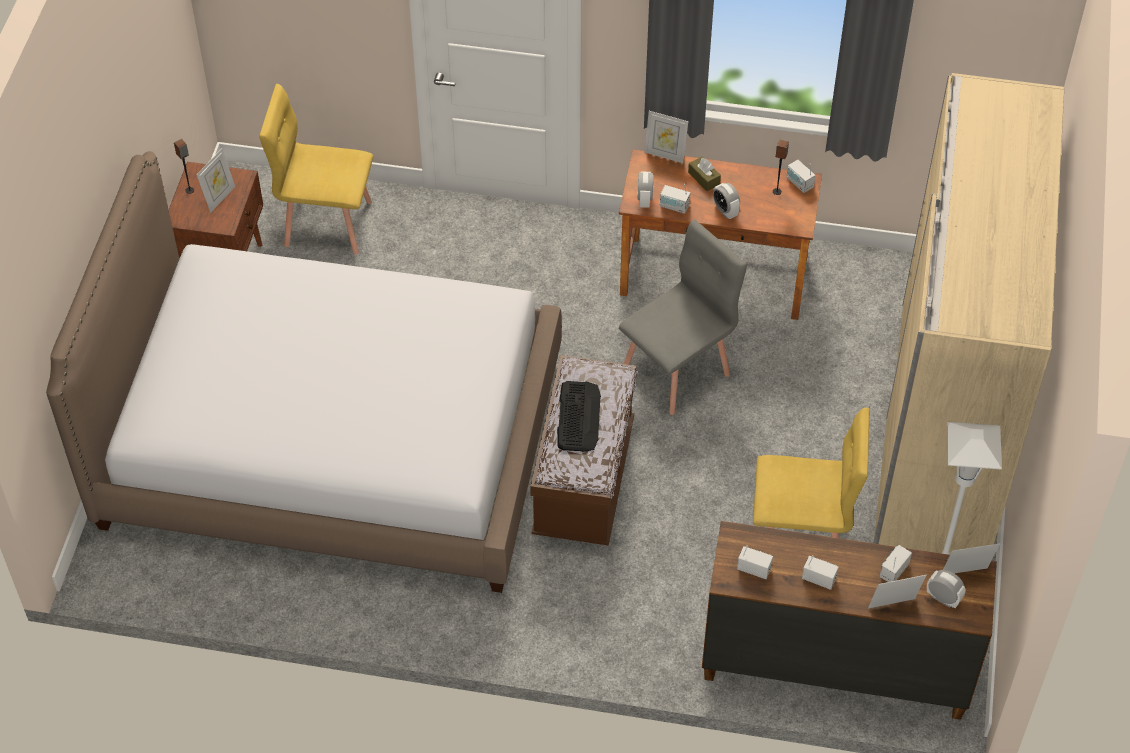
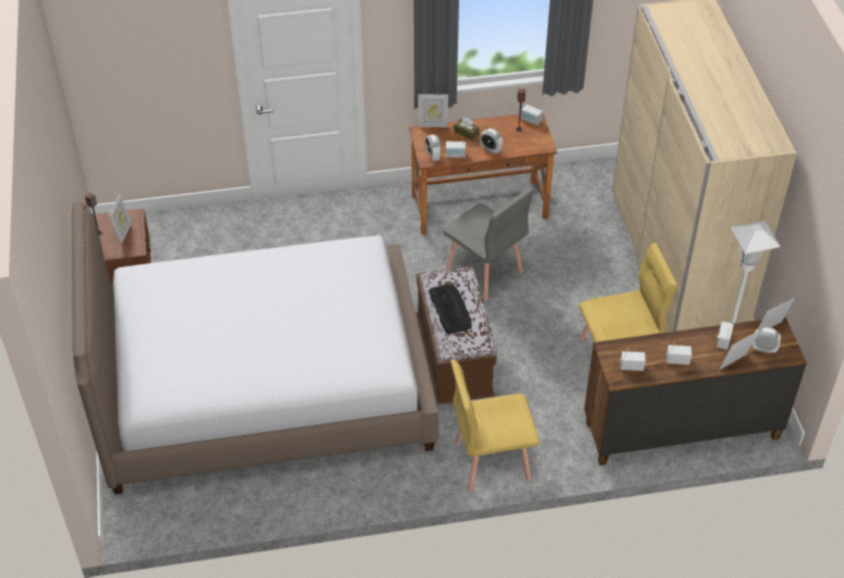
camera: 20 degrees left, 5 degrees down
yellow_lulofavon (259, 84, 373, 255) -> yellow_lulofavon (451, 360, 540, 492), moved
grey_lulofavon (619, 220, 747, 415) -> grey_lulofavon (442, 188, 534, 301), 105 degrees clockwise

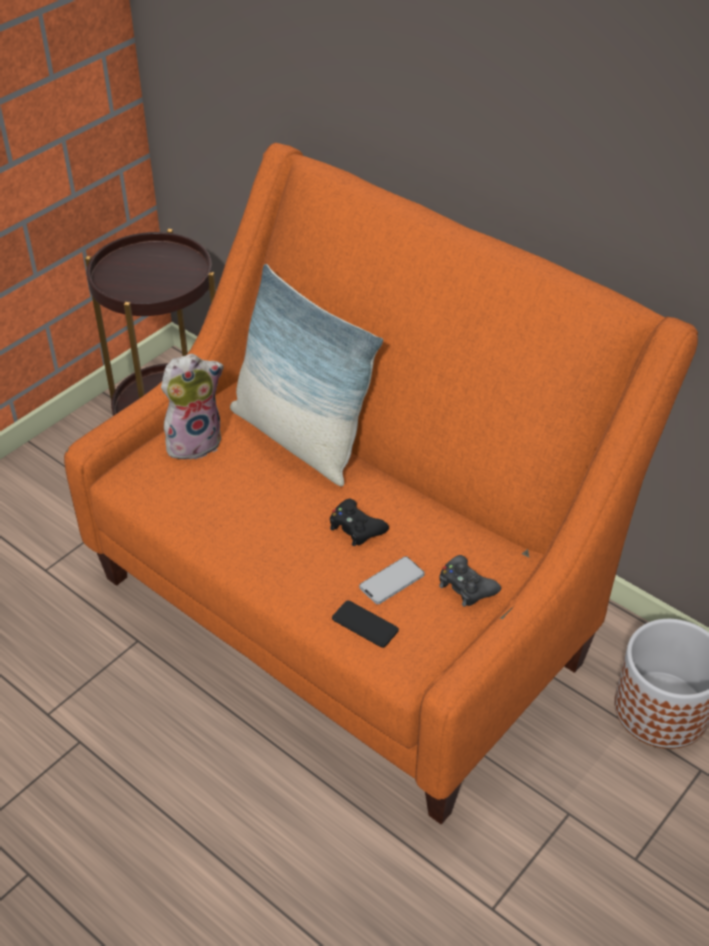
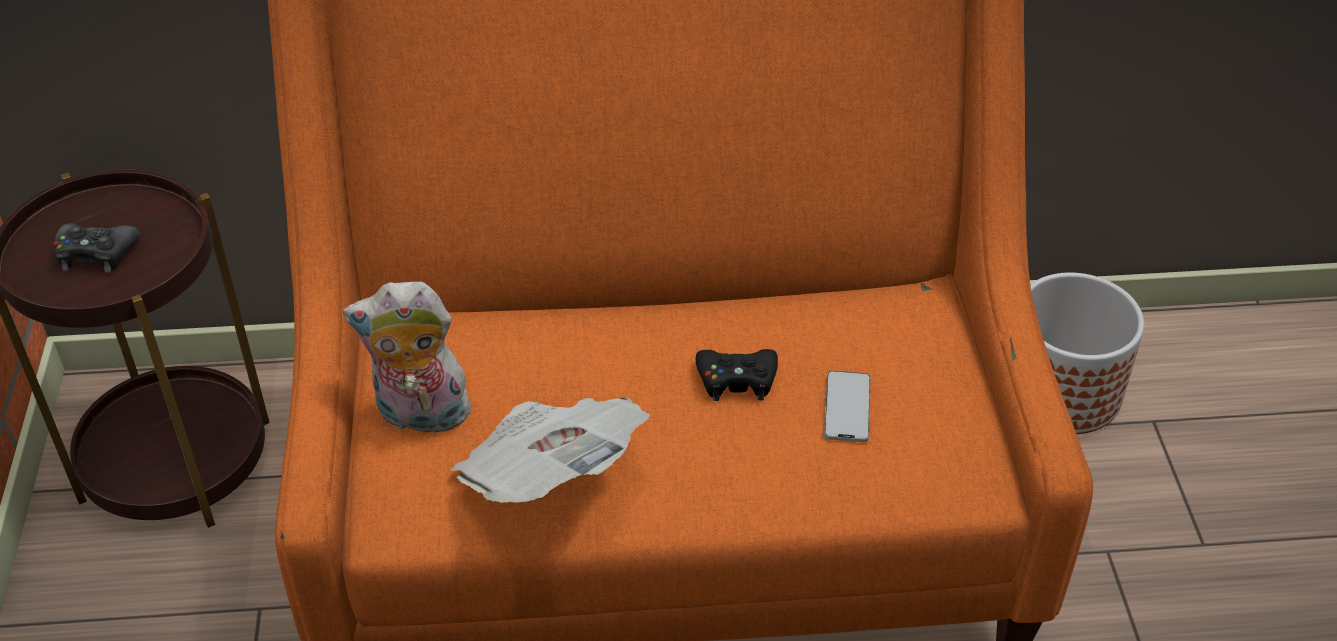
camera: 45 degrees left, 0 degrees up
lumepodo (230, 264, 383, 486) -> none
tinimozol (332, 600, 399, 648) -> none
none -> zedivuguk (451, 398, 650, 503)
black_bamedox (439, 555, 501, 607) -> black_bamedox (53, 223, 140, 273), moved
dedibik (161, 354, 224, 461) -> dedibik (343, 281, 474, 440), 105 degrees counterclockwise

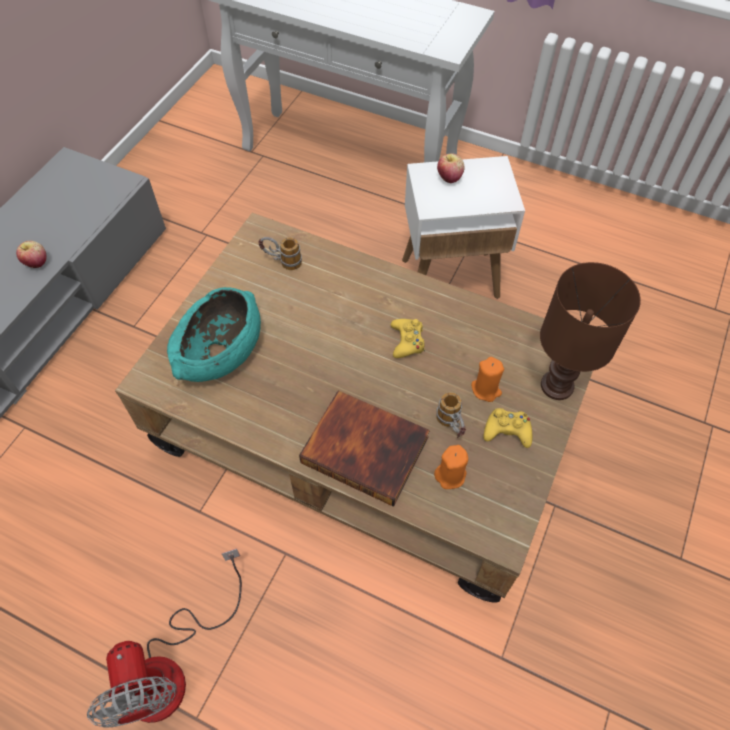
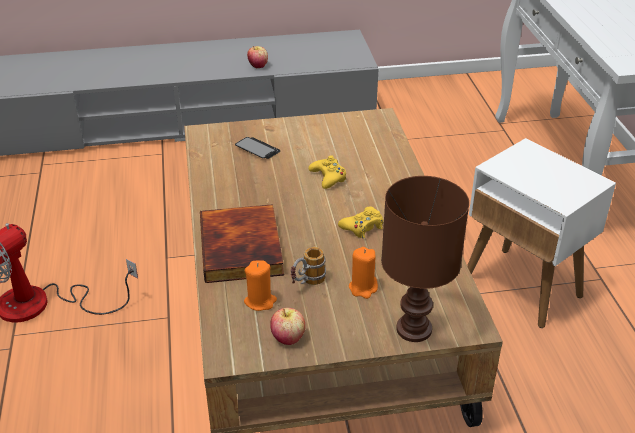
camera: 55 degrees right, 20 degrees down
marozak (258, 237, 302, 270) -> none
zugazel (437, 153, 465, 183) -> zugazel (270, 308, 305, 345), moved
yellow_bamedox (483, 408, 532, 448) -> yellow_bamedox (308, 155, 346, 189), moved
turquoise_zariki (167, 287, 261, 382) -> tinimozol (235, 137, 281, 159)

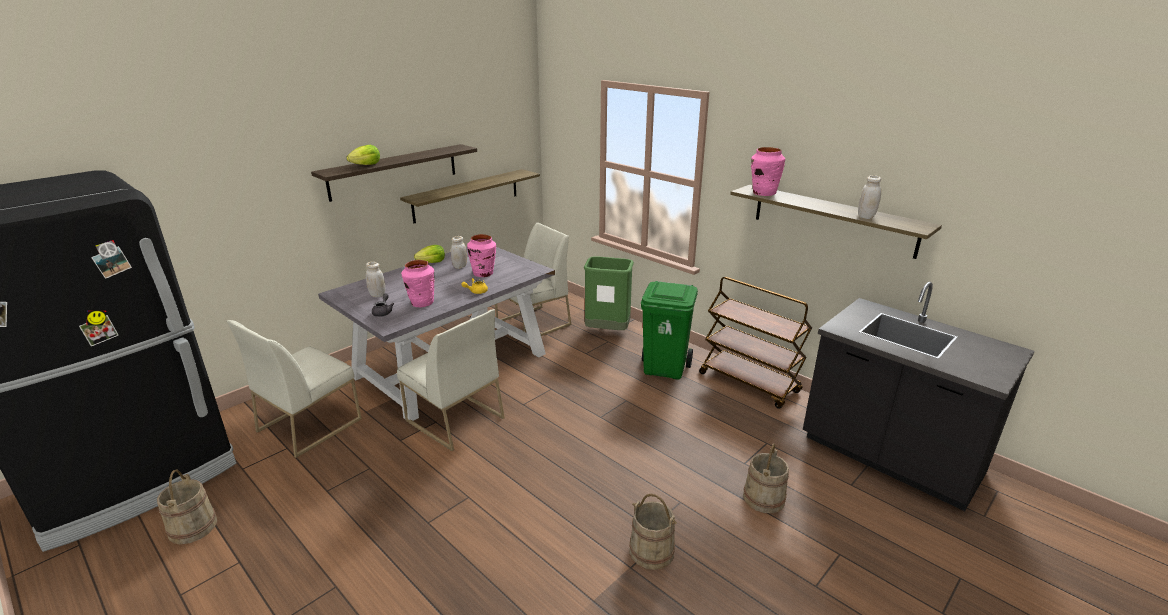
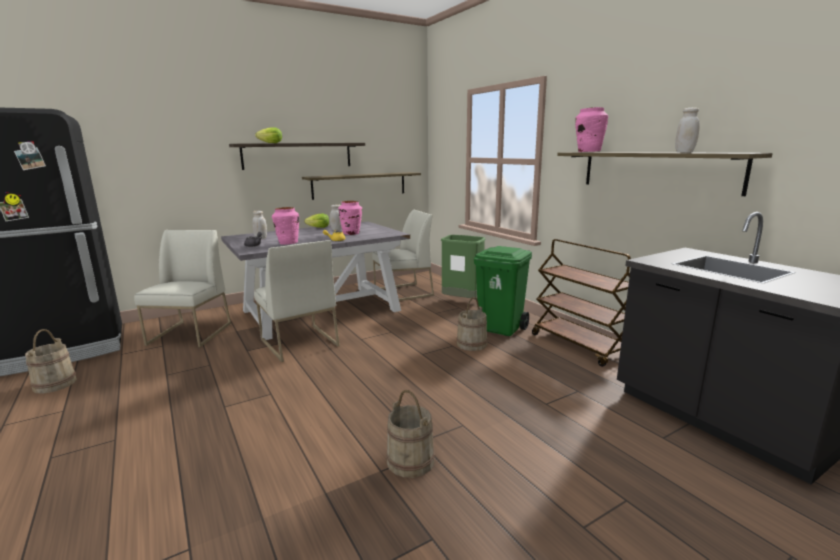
camera: 15 degrees right, 10 degrees down
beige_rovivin (743, 443, 789, 514) -> beige_rovivin (457, 297, 488, 351), moved
white_lulofavon (227, 320, 362, 458) -> white_lulofavon (134, 230, 231, 347), 135 degrees clockwise

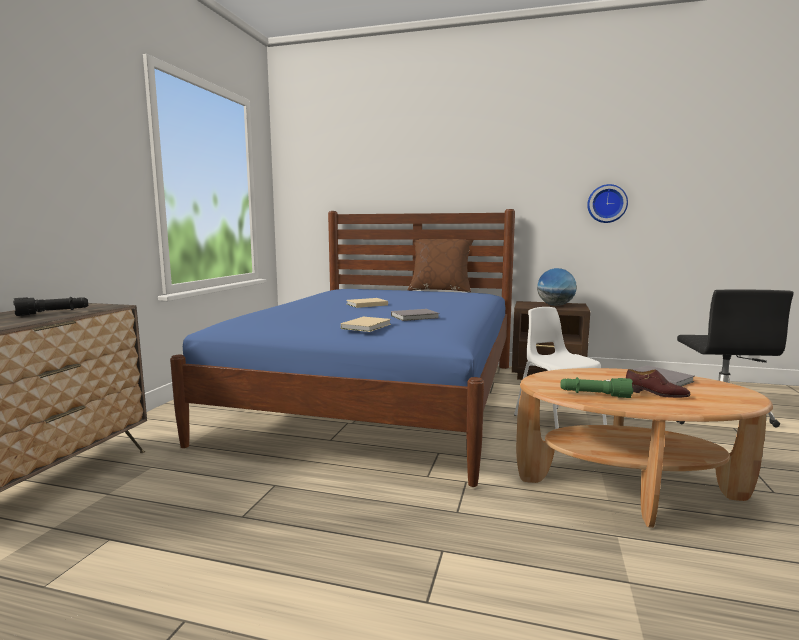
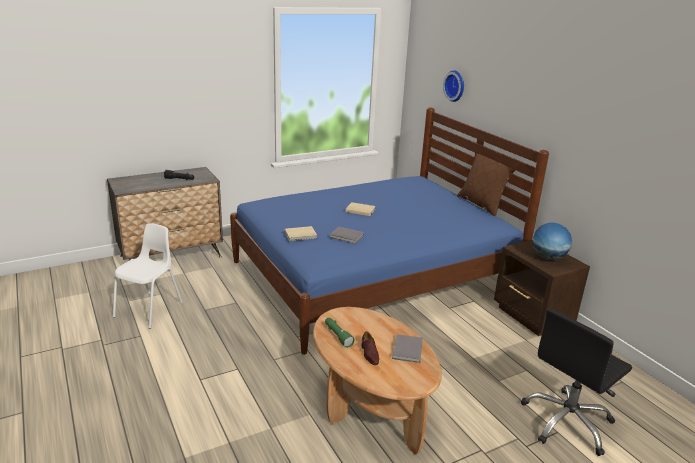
camera: 45 degrees right, 15 degrees up
white_lulofavon (514, 307, 607, 429) -> white_lulofavon (113, 223, 183, 329), moved
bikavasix (587, 184, 628, 223) -> bikavasix (443, 70, 464, 102), moved

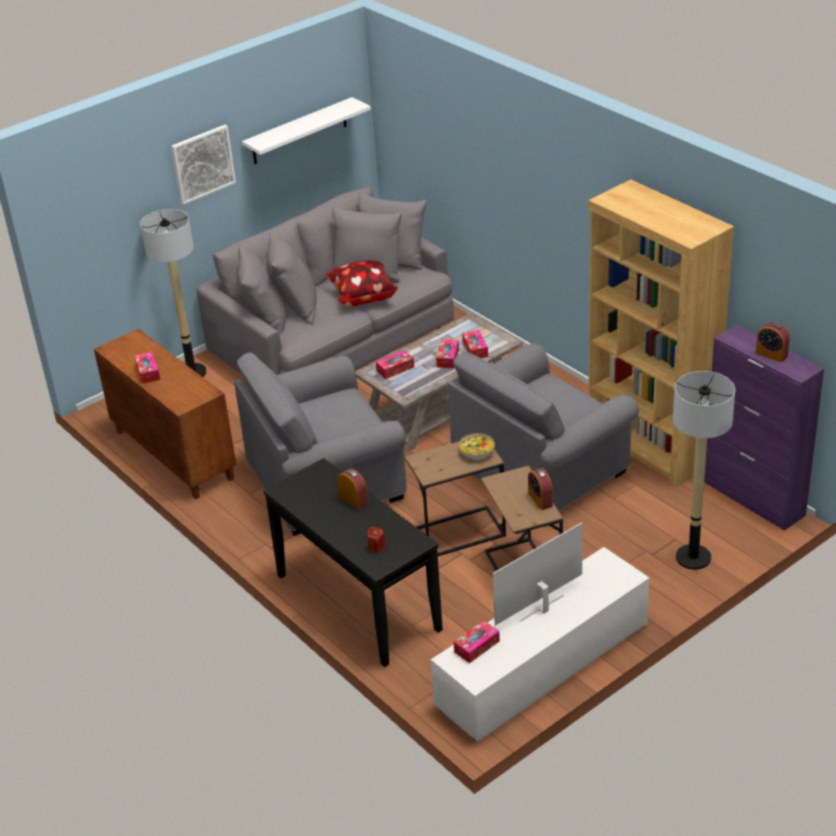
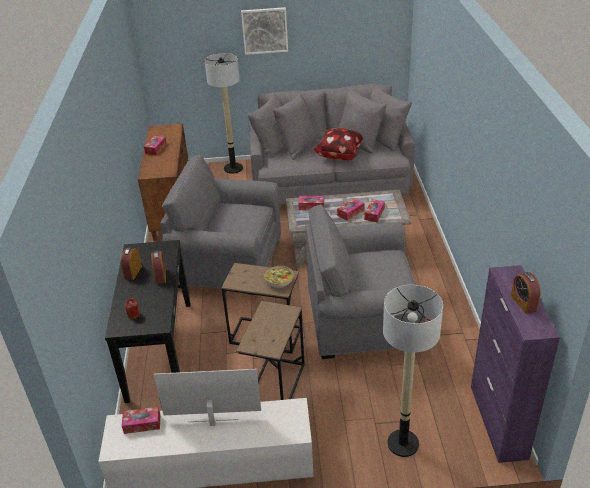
camera: 35 degrees right, 0 degrees up
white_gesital (242, 97, 371, 164) -> none
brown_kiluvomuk (588, 180, 734, 487) -> none
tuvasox (528, 468, 553, 510) -> tuvasox (121, 247, 142, 280), moved

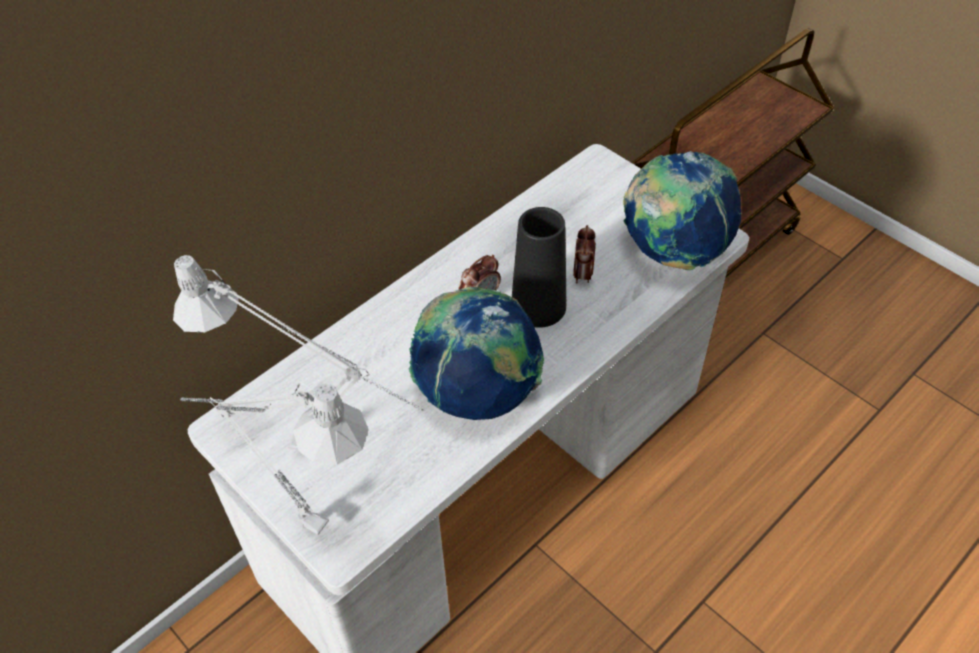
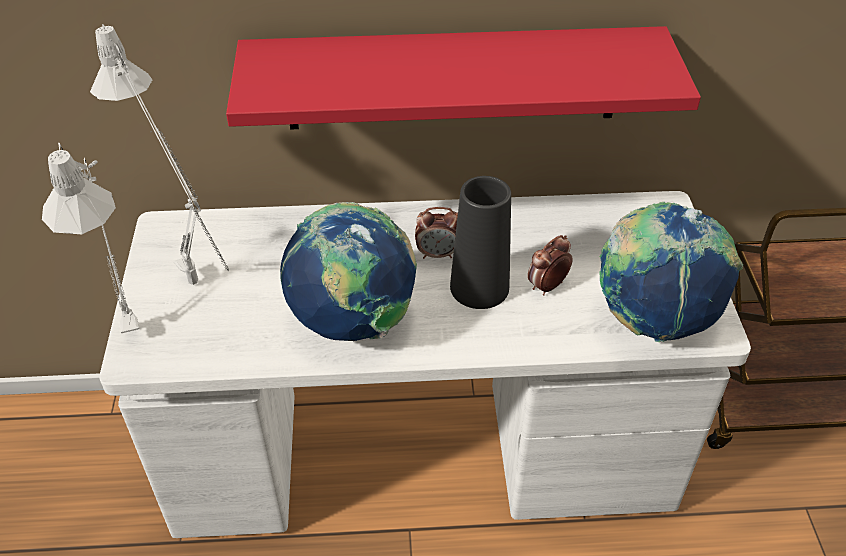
camera: 40 degrees right, 5 degrees down
none -> red_gesital (226, 26, 701, 129)

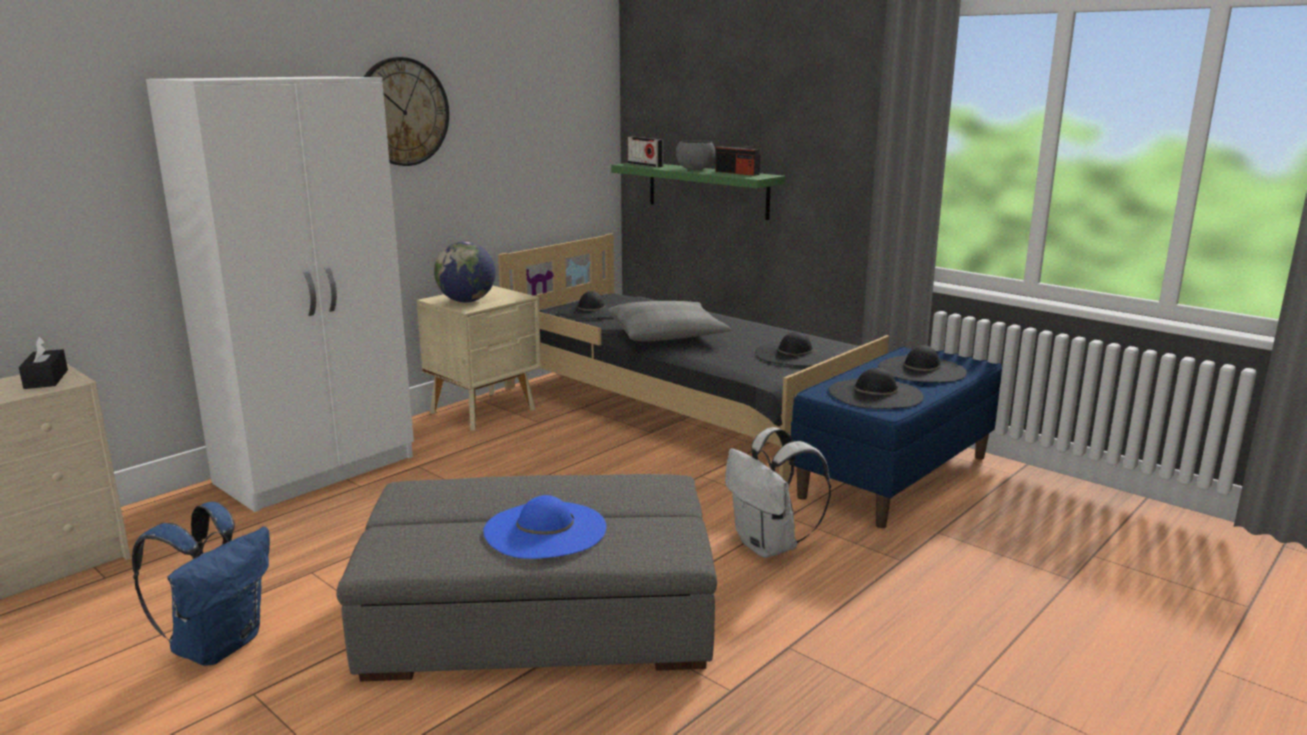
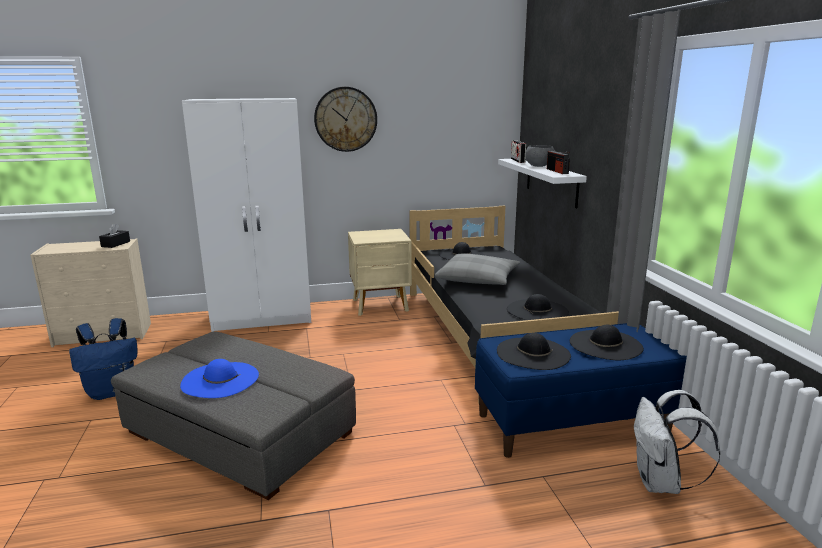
camera: 35 degrees right, 0 degrees up
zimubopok (434, 242, 496, 302) -> none
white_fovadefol (725, 427, 831, 558) -> white_fovadefol (634, 390, 720, 494), moved
green_gesital (611, 163, 785, 220) -> white_gesital (498, 159, 587, 208)

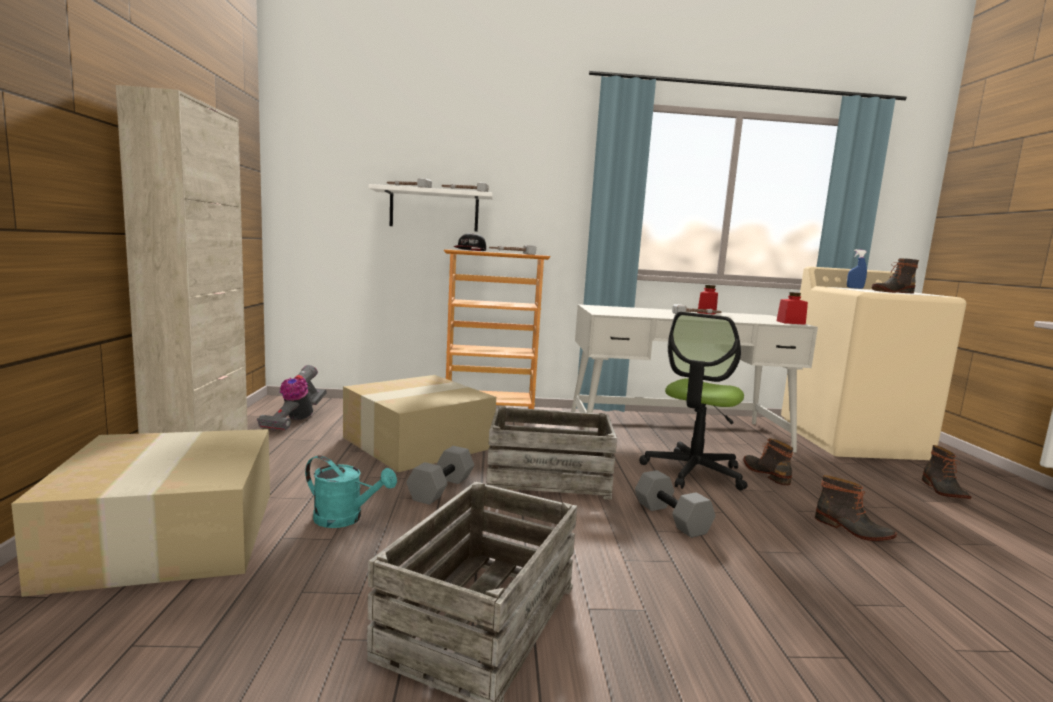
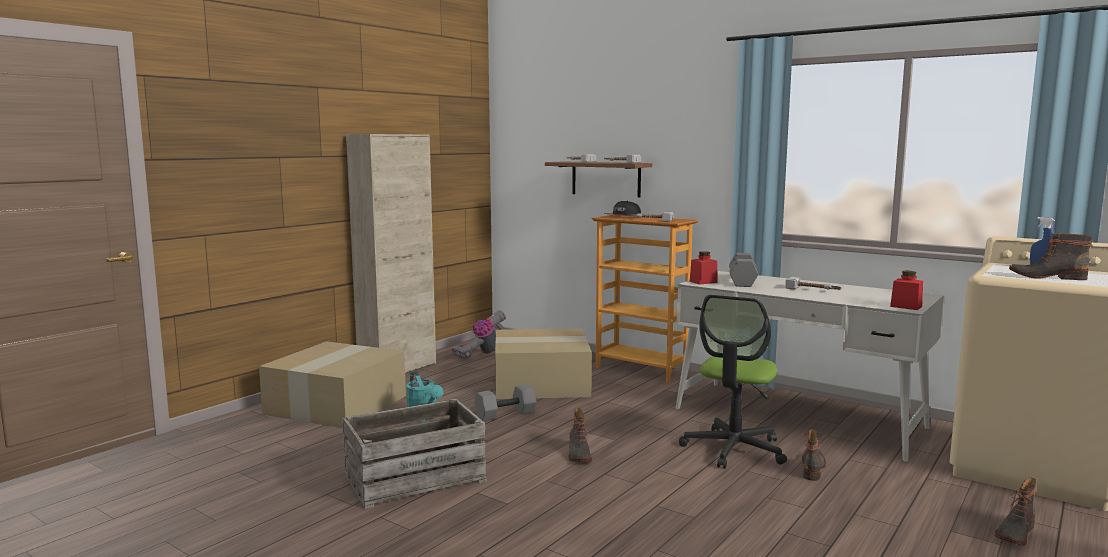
camera: 40 degrees right, 0 degrees up
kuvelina (487, 406, 617, 500) -> none
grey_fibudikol (635, 470, 715, 538) -> grey_fibudikol (729, 253, 758, 287), moved
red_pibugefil (697, 285, 718, 315) -> red_pibugefil (690, 251, 717, 285), moved
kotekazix (815, 475, 897, 541) -> kotekazix (569, 408, 592, 462), moved
white_gesital (368, 184, 493, 232) -> brown_gesital (545, 161, 652, 197)
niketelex (639, 312, 747, 490) -> niketelex (679, 295, 787, 469), 45 degrees counterclockwise

